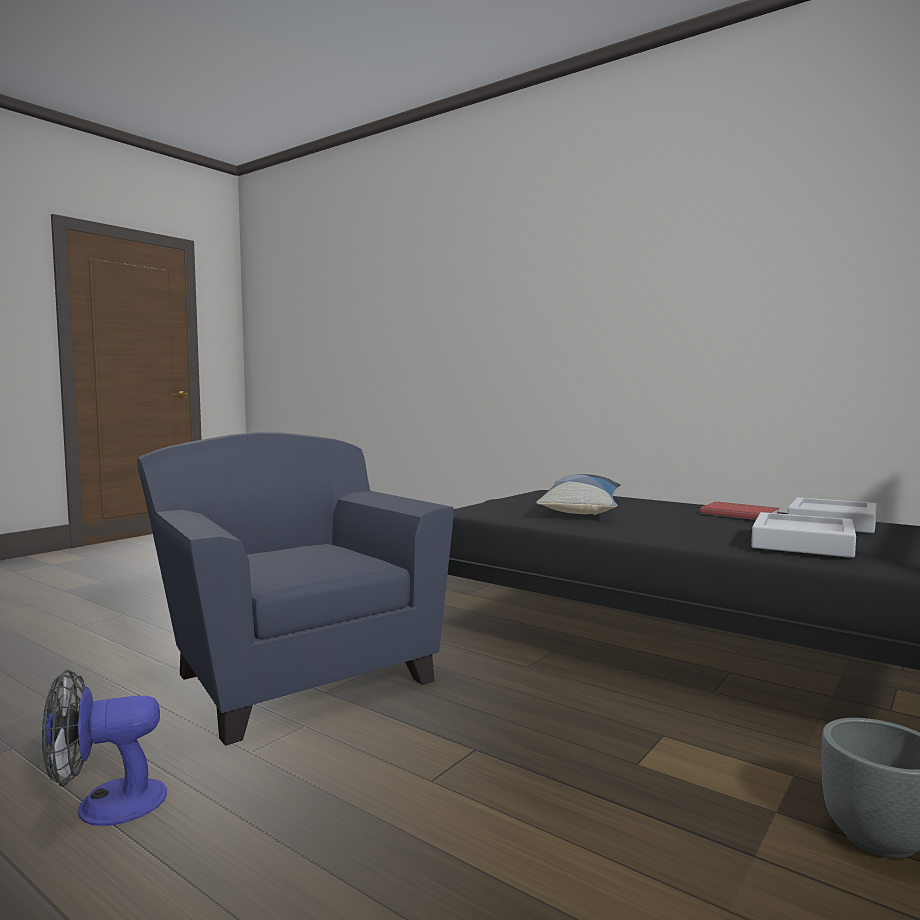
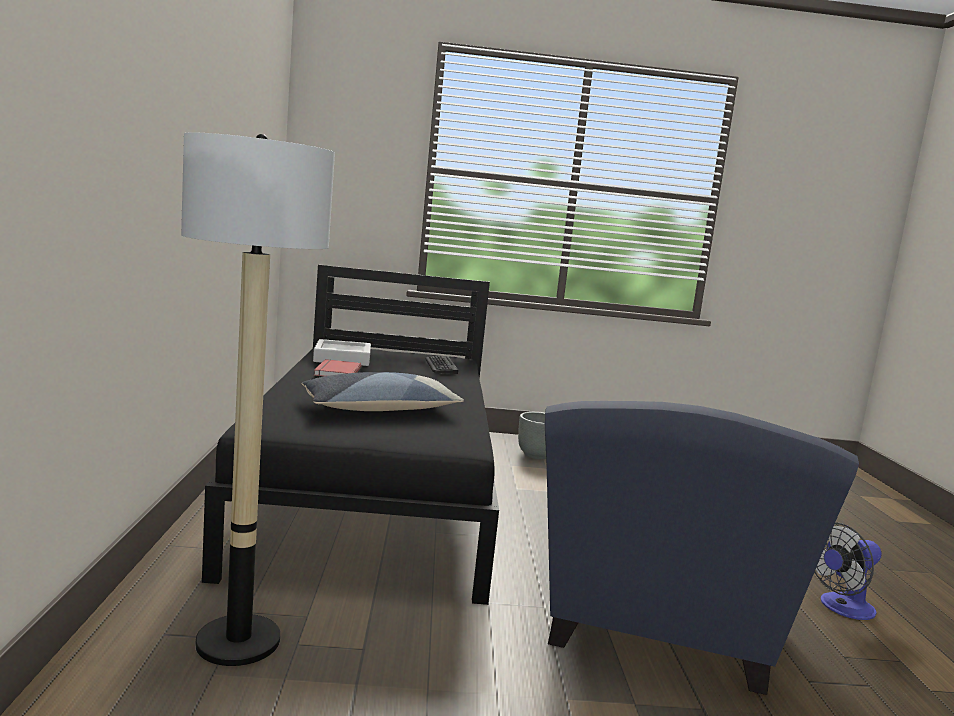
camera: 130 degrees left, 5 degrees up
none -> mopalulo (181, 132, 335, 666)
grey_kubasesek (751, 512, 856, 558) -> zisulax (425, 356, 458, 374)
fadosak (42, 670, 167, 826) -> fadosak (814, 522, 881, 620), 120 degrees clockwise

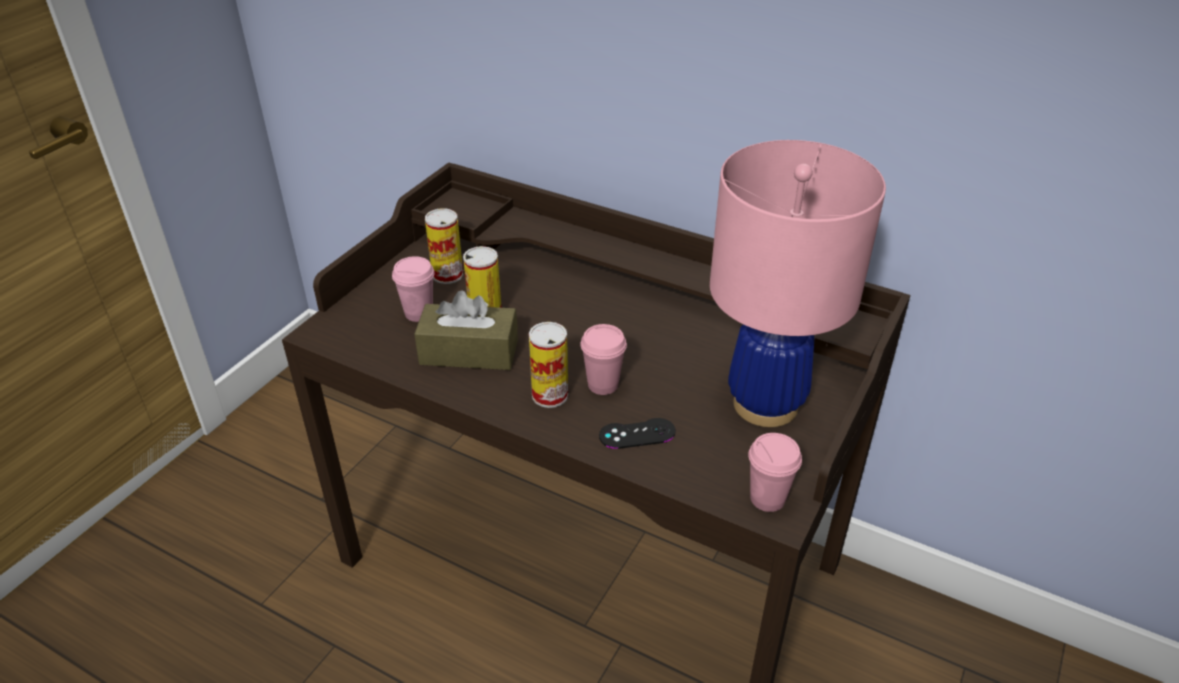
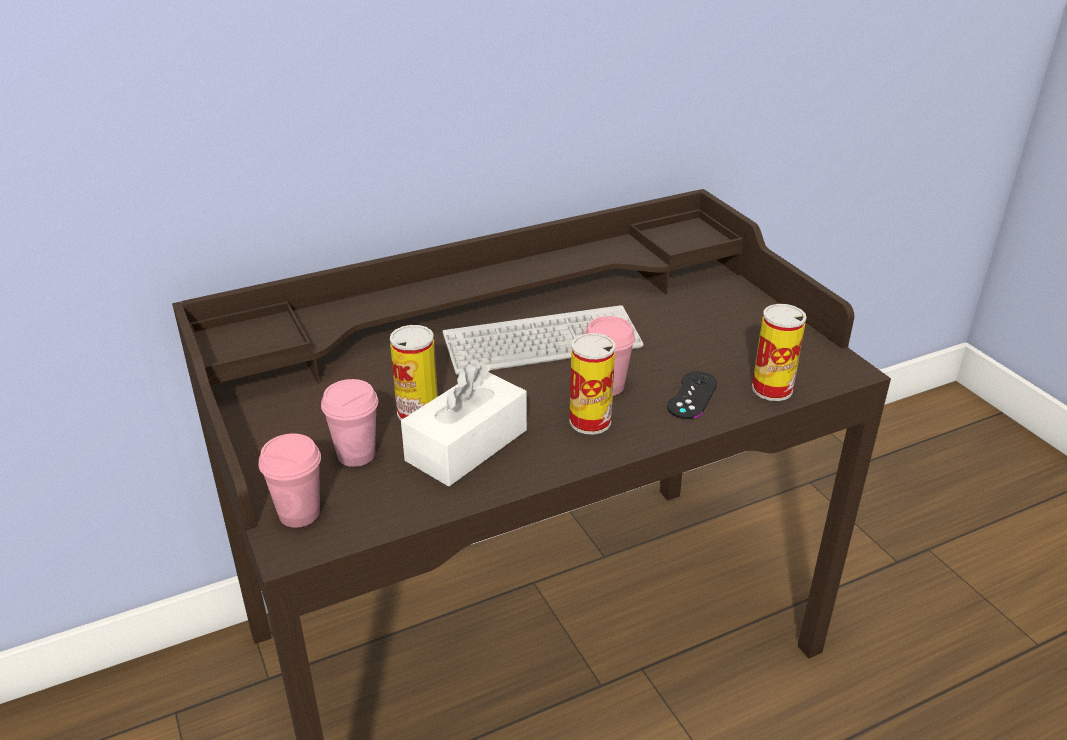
camera: 55 degrees left, 5 degrees down
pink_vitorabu (710, 140, 886, 427) -> none
none -> zisulax (443, 305, 644, 375)
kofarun (425, 208, 463, 284) -> kofarun (752, 304, 807, 401), moved
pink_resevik (748, 433, 802, 512) -> pink_resevik (259, 433, 321, 528), moved
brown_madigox (414, 290, 518, 370) -> white_madigox (401, 361, 527, 486)

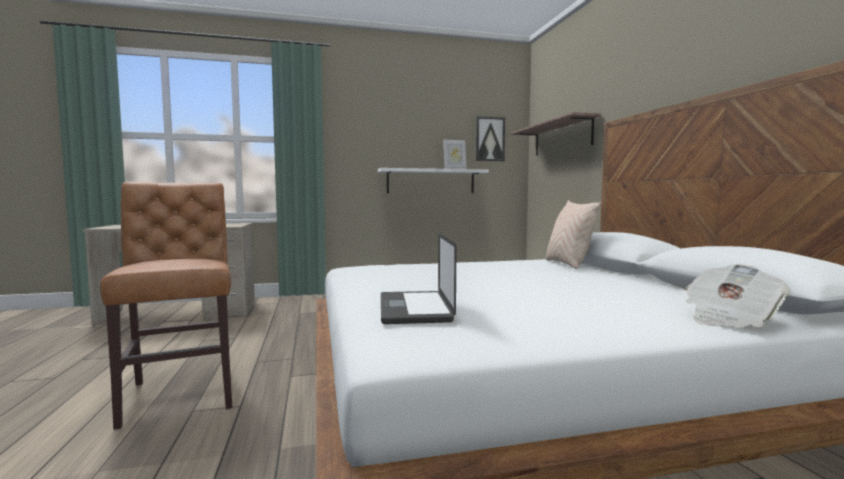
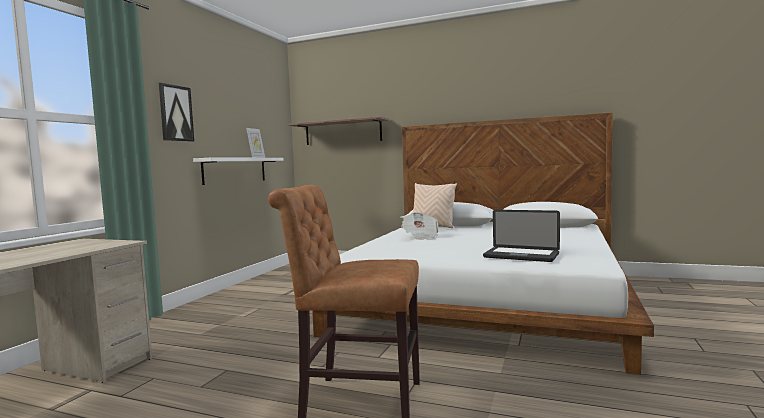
camera: 55 degrees left, 0 degrees up
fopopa (476, 116, 505, 161) -> fopopa (159, 83, 194, 142), moved
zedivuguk (685, 264, 791, 327) -> zedivuguk (402, 212, 439, 240), moved

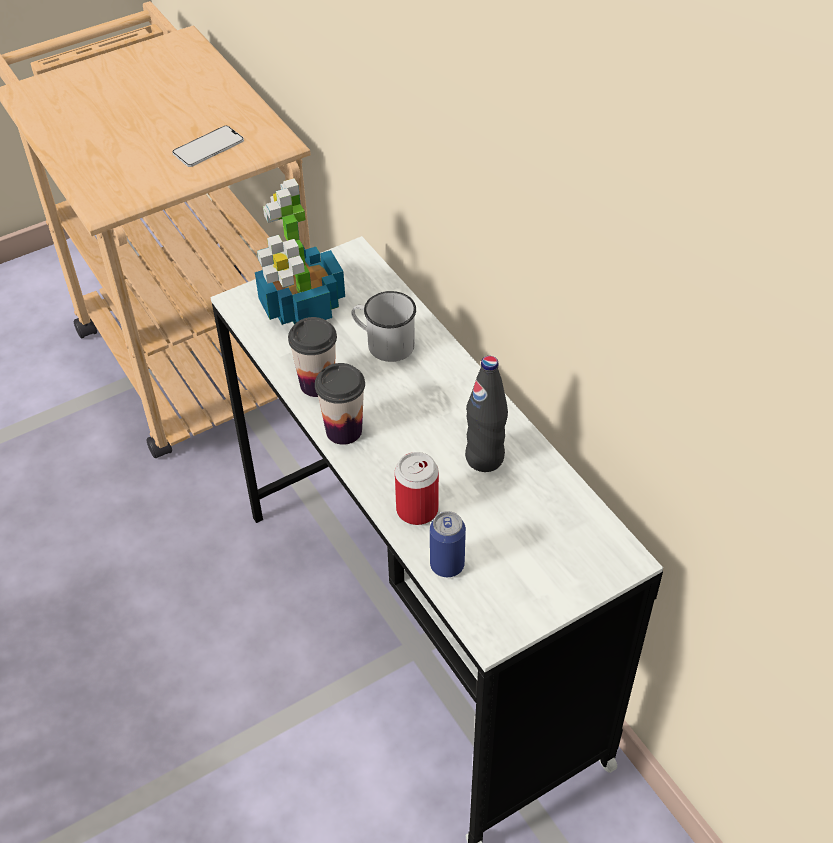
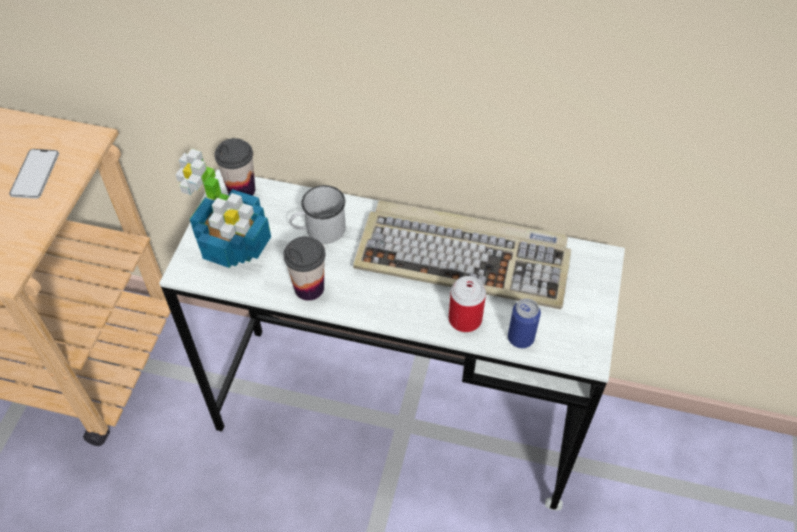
camera: 45 degrees left, 5 degrees up
resevik (315, 363, 365, 445) -> resevik (214, 138, 255, 196), moved
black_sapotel (465, 356, 508, 472) -> zisulax (353, 200, 571, 310)

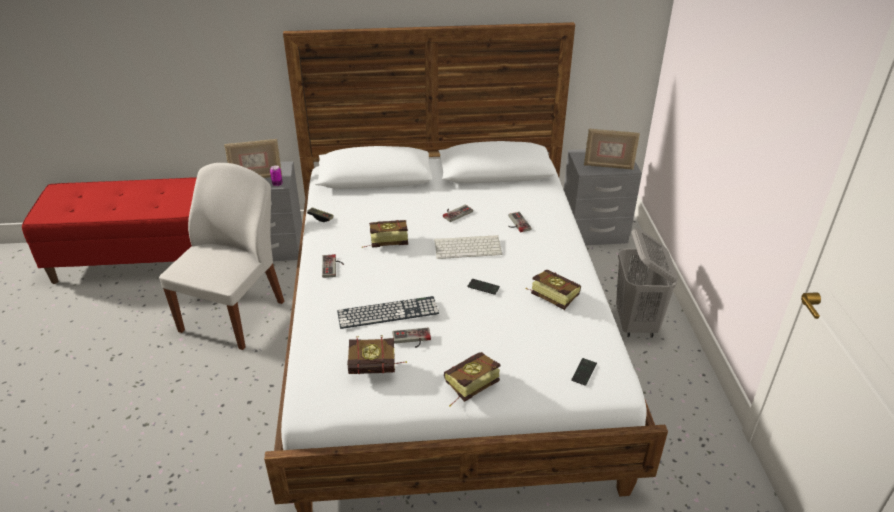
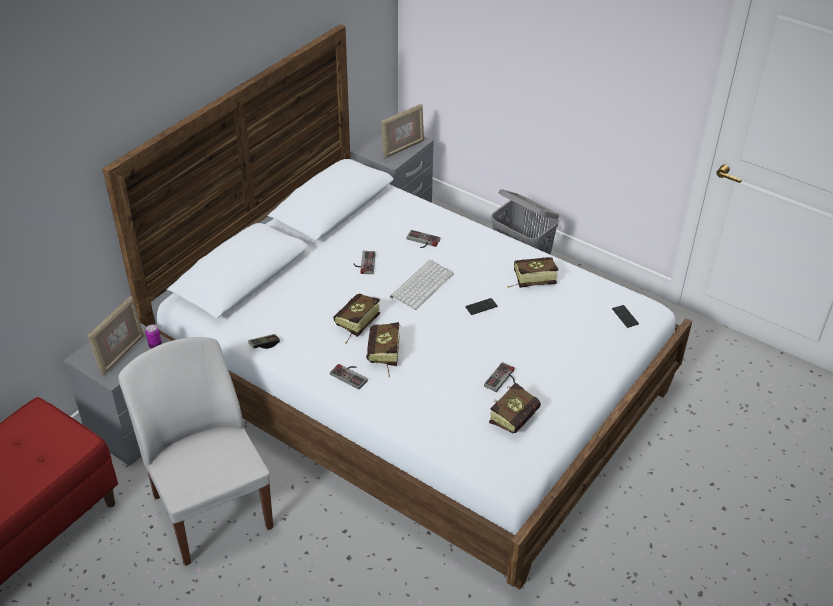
camera: 50 degrees left, 5 degrees up
zisulax (337, 296, 439, 329) -> none
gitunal (444, 352, 500, 406) -> gitunal (366, 322, 400, 377), moved

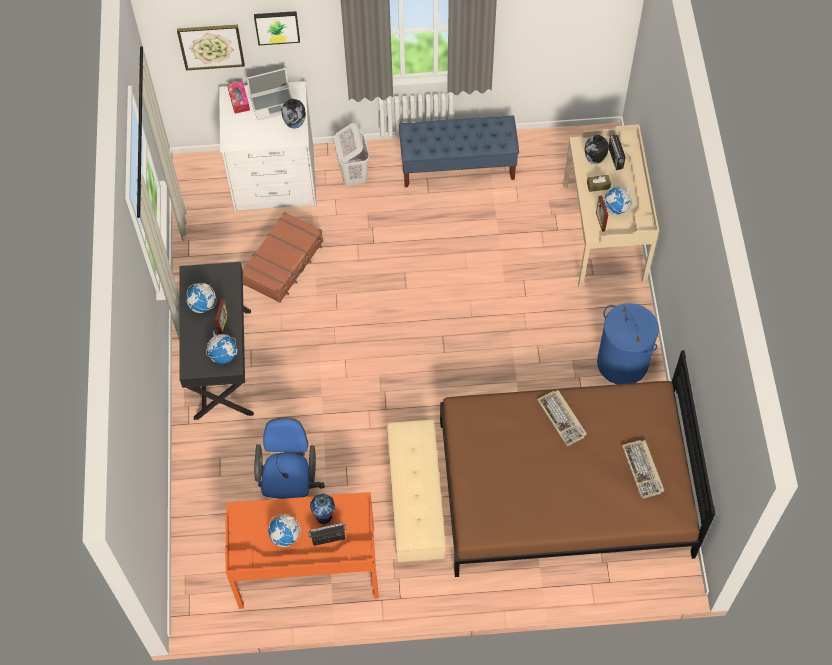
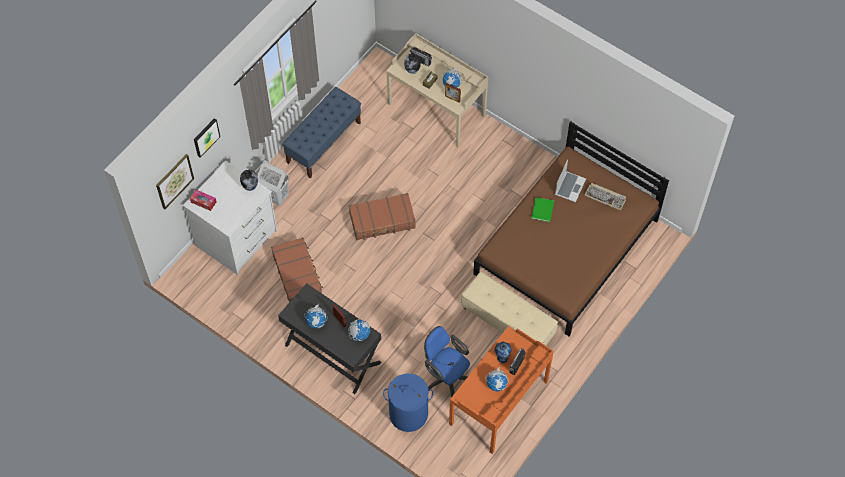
camera: 50 degrees left, 0 degrees up
none -> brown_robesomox (349, 193, 416, 240)
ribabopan (247, 68, 293, 121) -> ribabopan (555, 160, 586, 202), moved
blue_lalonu (597, 303, 659, 384) -> blue_lalonu (383, 373, 433, 432), moved
zisulax (537, 390, 587, 447) -> green_gitunal (531, 197, 554, 222)

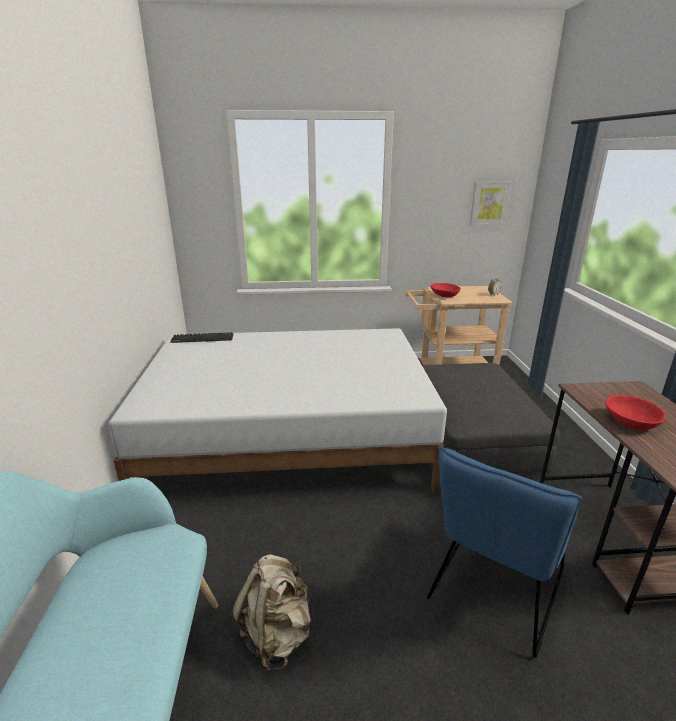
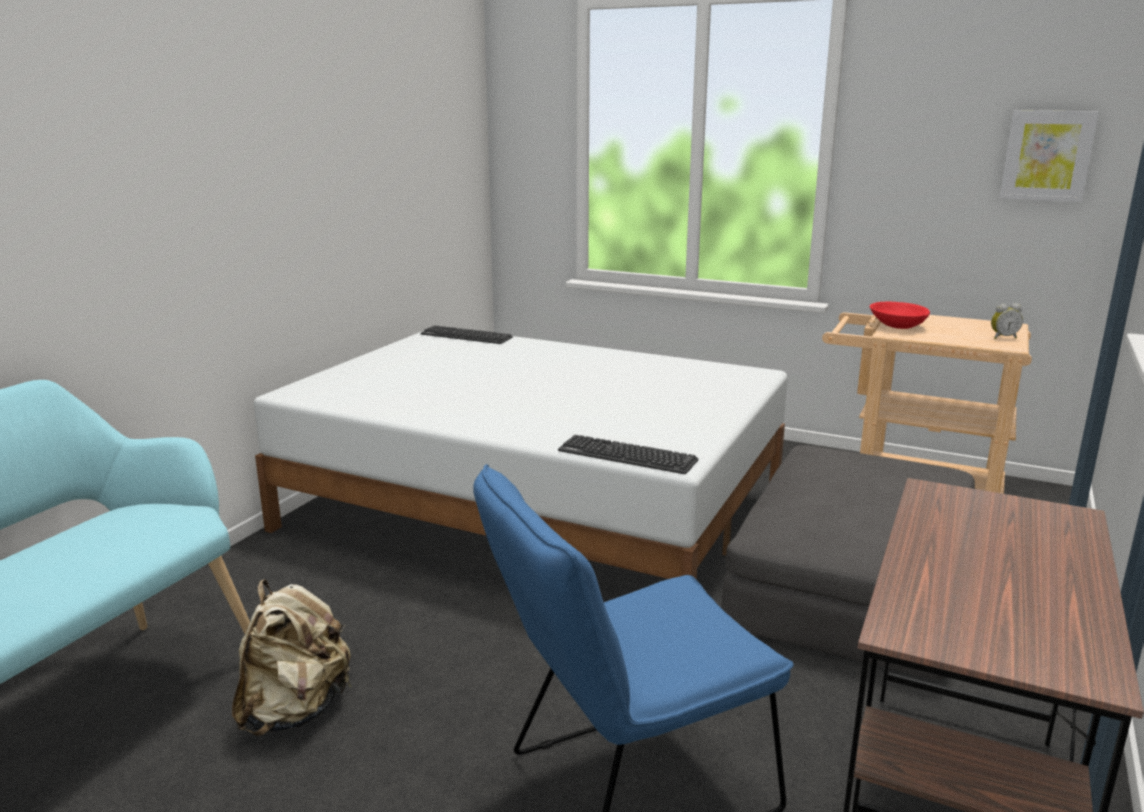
camera: 30 degrees right, 5 degrees down
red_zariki (605, 395, 666, 430) -> none
none -> zisulax (558, 435, 699, 474)

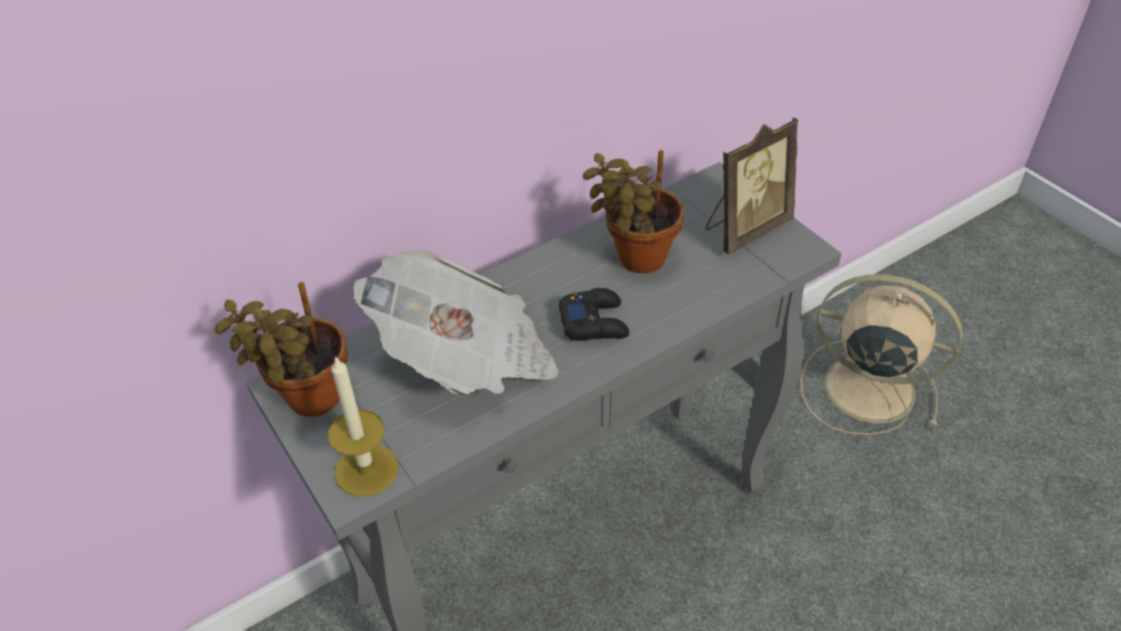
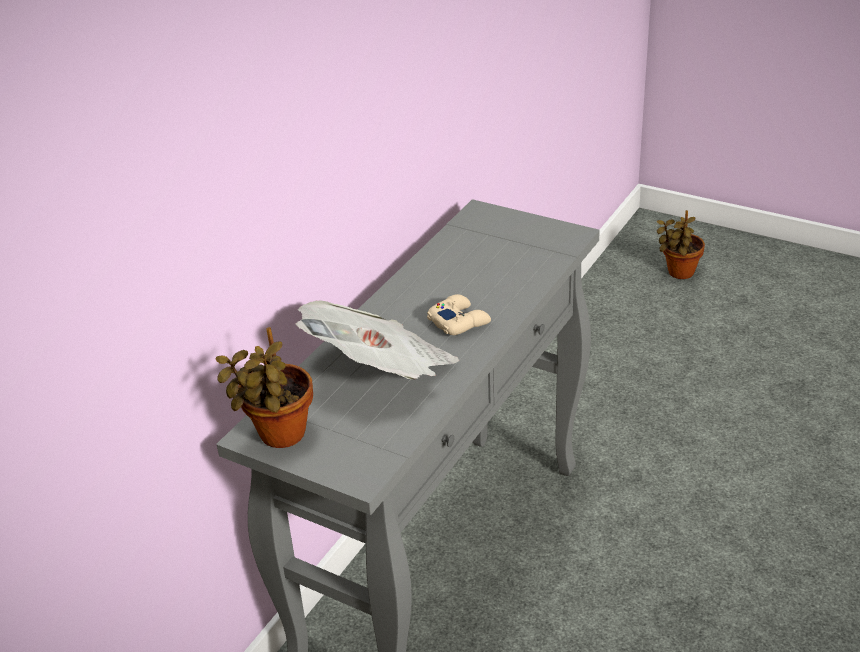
camera: 25 degrees left, 10 degrees down
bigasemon (328, 355, 398, 497) -> none
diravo (706, 118, 798, 254) -> none
beige_fadosak (801, 274, 963, 435) -> none
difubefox (582, 150, 684, 274) -> difubefox (657, 210, 705, 279), moved
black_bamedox (558, 288, 629, 341) -> beige_bamedox (427, 294, 491, 335)

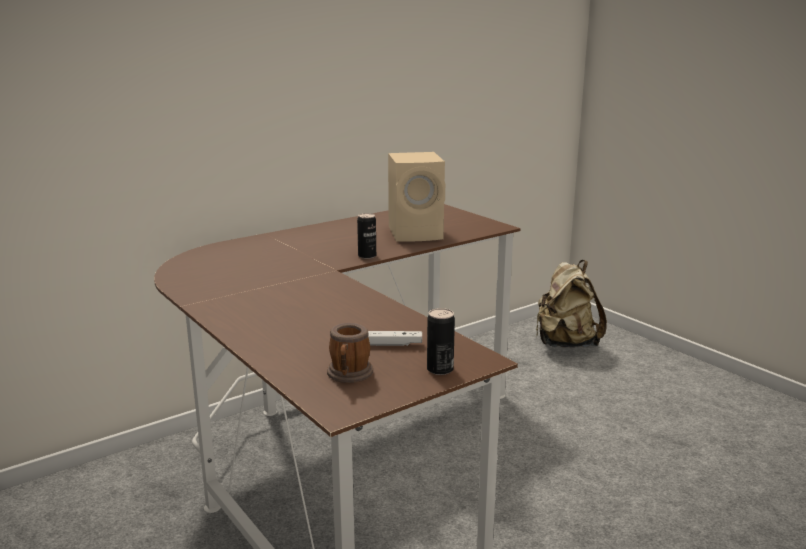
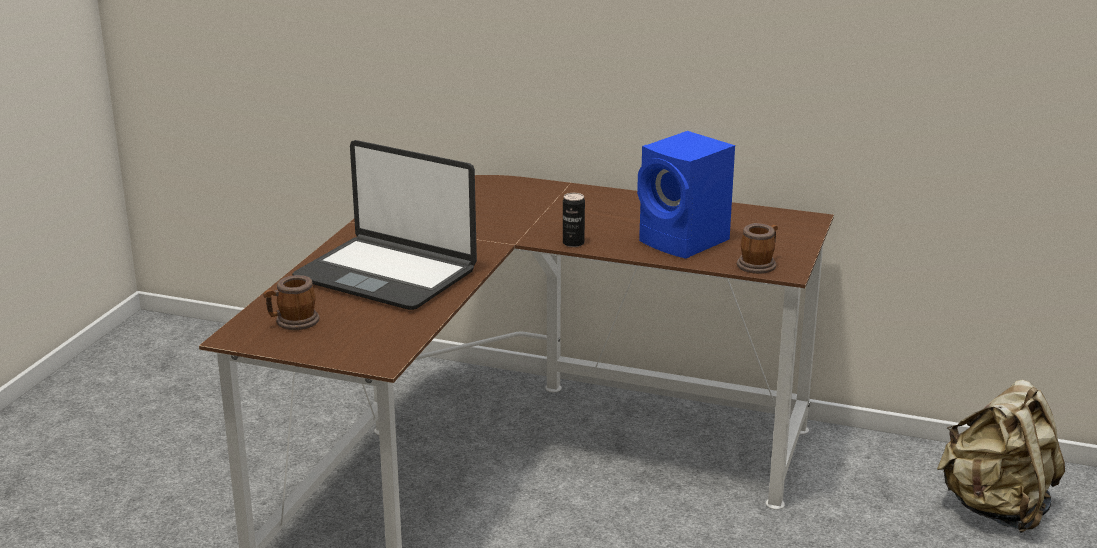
camera: 55 degrees right, 5 degrees up
white_bamedox (368, 331, 422, 346) -> none
kofarun (427, 308, 455, 375) -> none
none -> ribabopan (292, 140, 477, 310)
none -> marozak (737, 223, 778, 274)
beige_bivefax (388, 152, 445, 242) -> blue_bivefax (637, 131, 735, 259)

